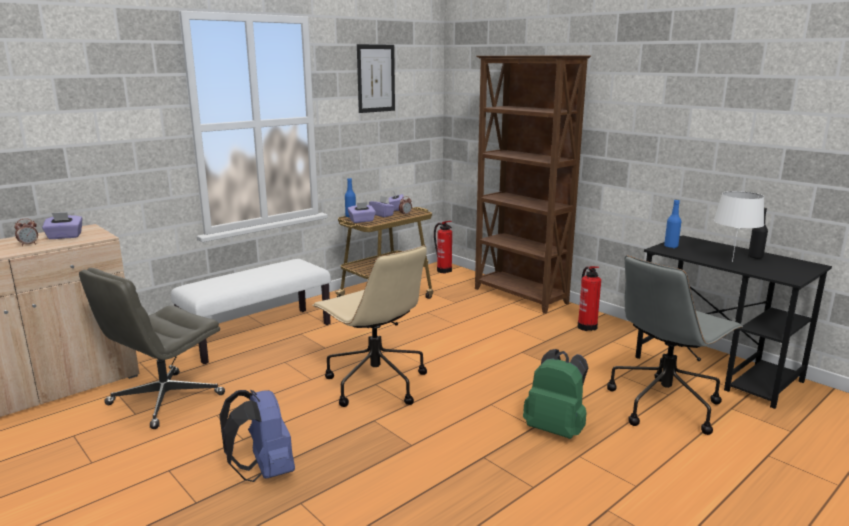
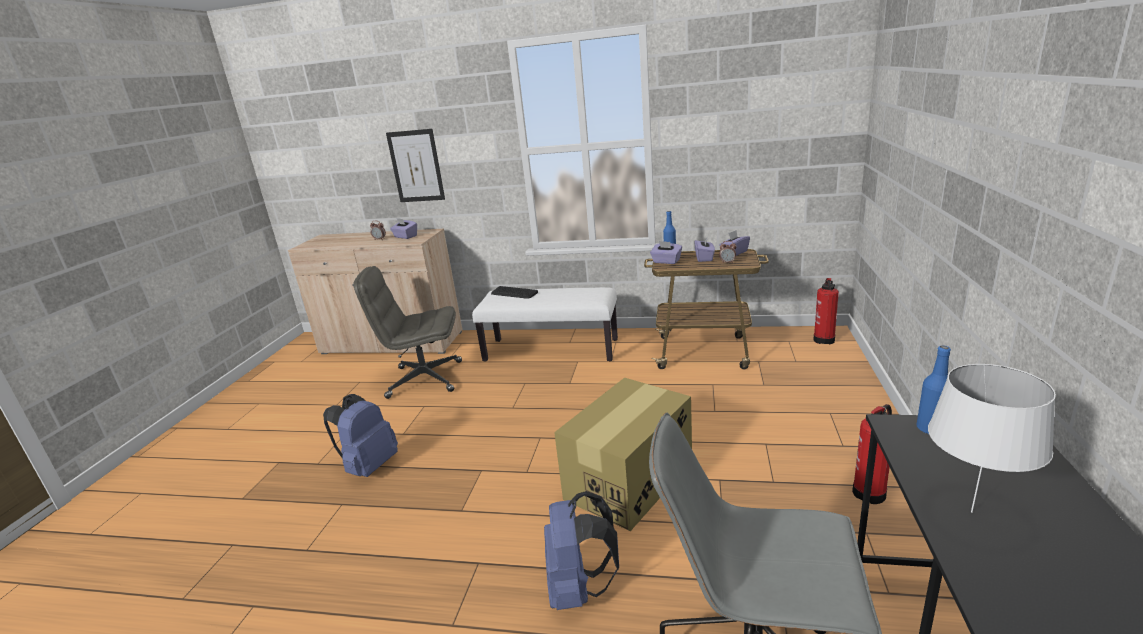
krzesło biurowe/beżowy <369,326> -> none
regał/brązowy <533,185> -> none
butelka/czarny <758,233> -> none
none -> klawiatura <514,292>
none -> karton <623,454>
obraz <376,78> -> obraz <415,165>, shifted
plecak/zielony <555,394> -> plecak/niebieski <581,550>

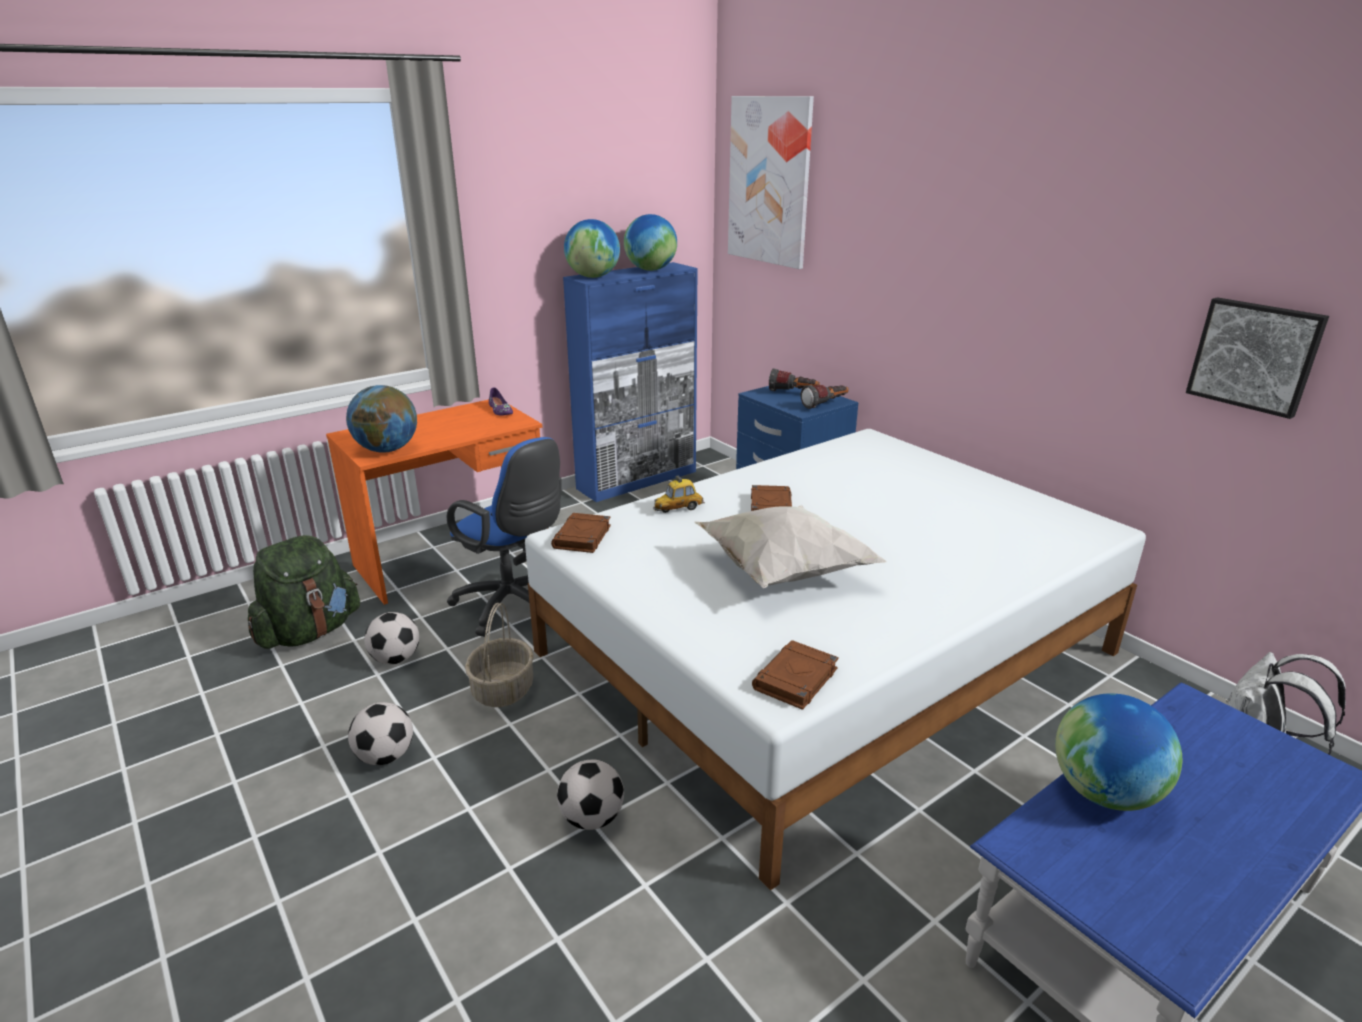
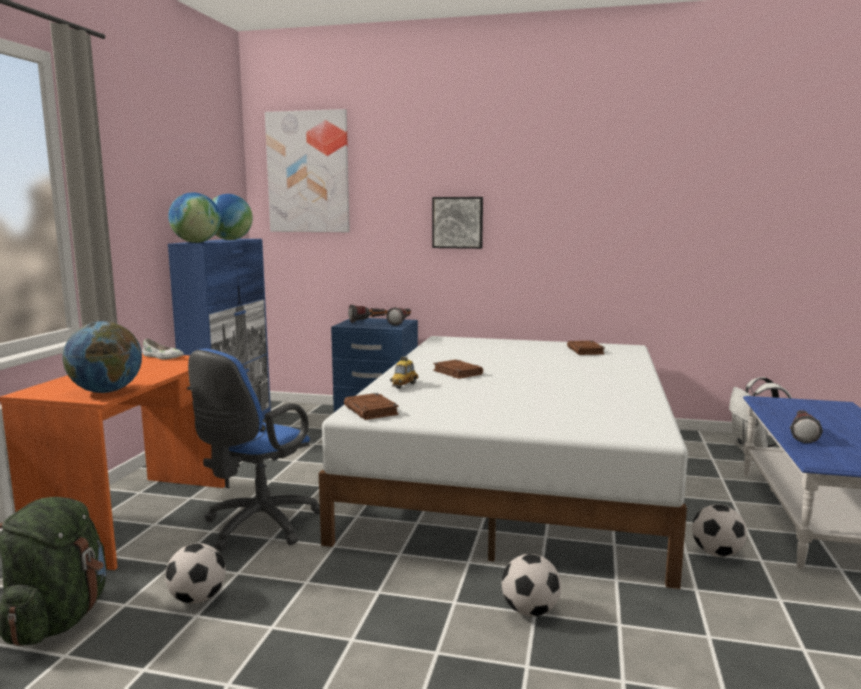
koszyk <499,655> -> none
poduszka/biały <790,546> -> none
piłka futbolowa <380,733> -> piłka futbolowa <719,531>, shifted
książka/brązowy <795,675> -> książka/brązowy <586,348>, shifted
obraz <1257,358> -> obraz <457,223>, shifted
globus <1118,752> -> latarka <806,426>
but/fioletowy <501,402> -> but/biały <163,348>
krzesło biurowe/niebieski <504,537> -> krzesło biurowe/niebieski <254,450>, 120 degrees clockwise

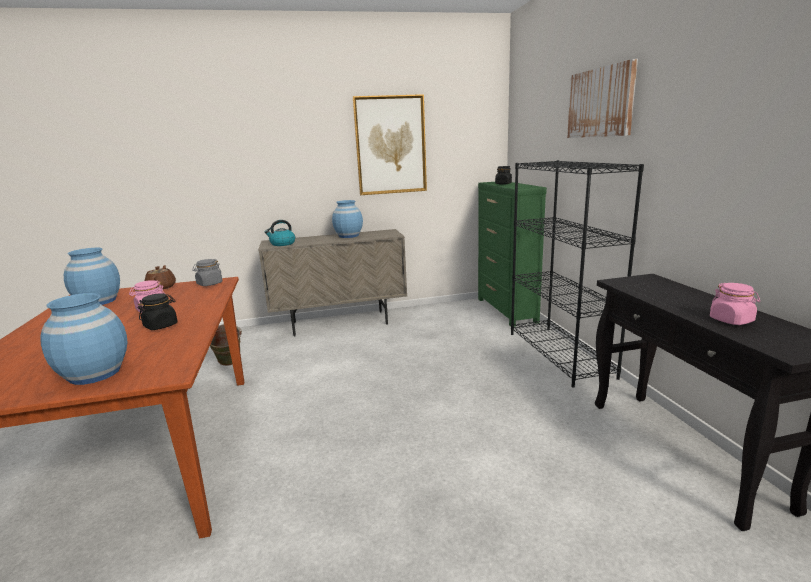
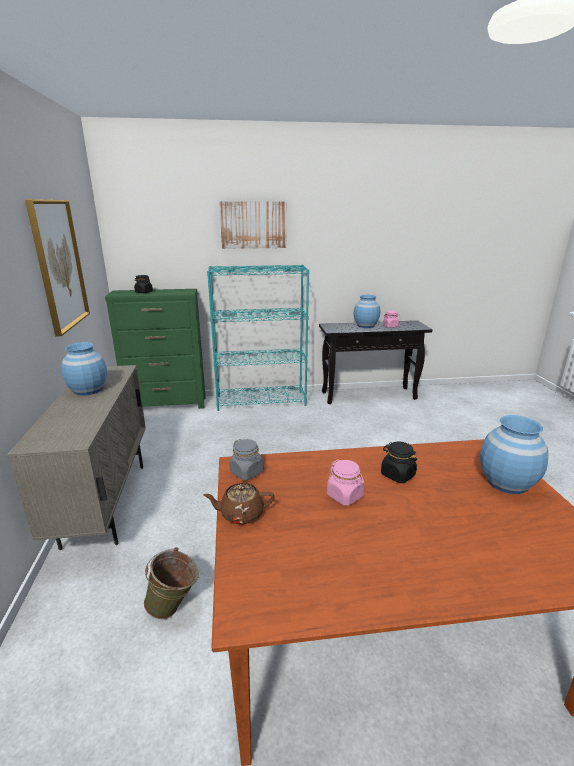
czajnik <280,233> -> none
wazon/niebieski <92,276> -> wazon/niebieski <367,311>, shifted
regał/czarny <577,274> -> regał/turkusowy <258,337>

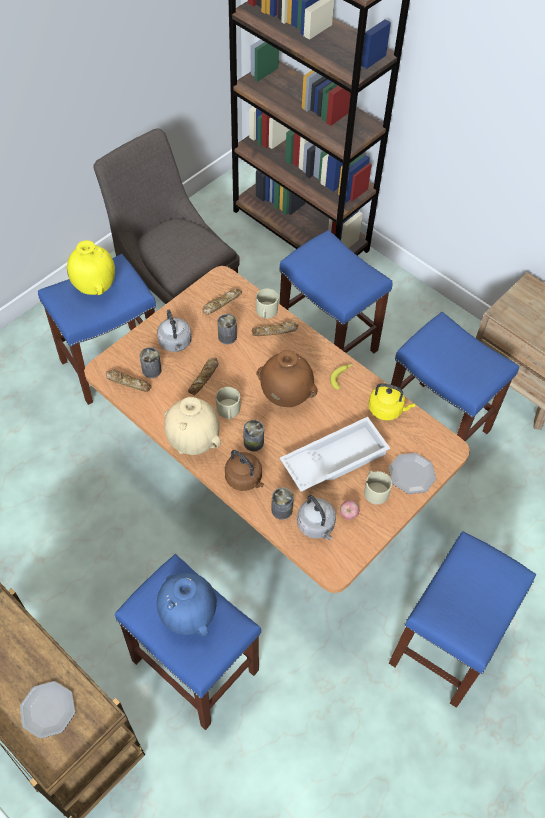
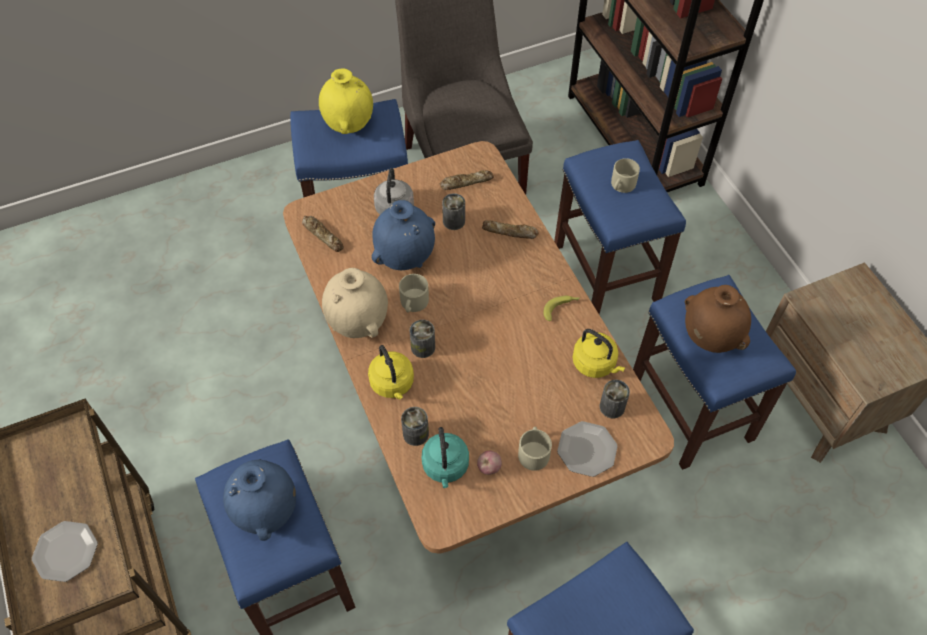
taca/biały <335,454> -> none
puszka <150,362> -> puszka <615,399>, shifted
kubek/beżowy <267,303> -> kubek/beżowy <625,175>, shifted
wazon/brązowy <287,378> -> wazon/brązowy <718,319>, shifted
chleb <203,376> -> wazon/niebieski <403,235>
czajnik/brązowy <244,470> -> czajnik/żółty <391,372>
czajnik/szary <316,517> -> czajnik/turkusowy <445,457>

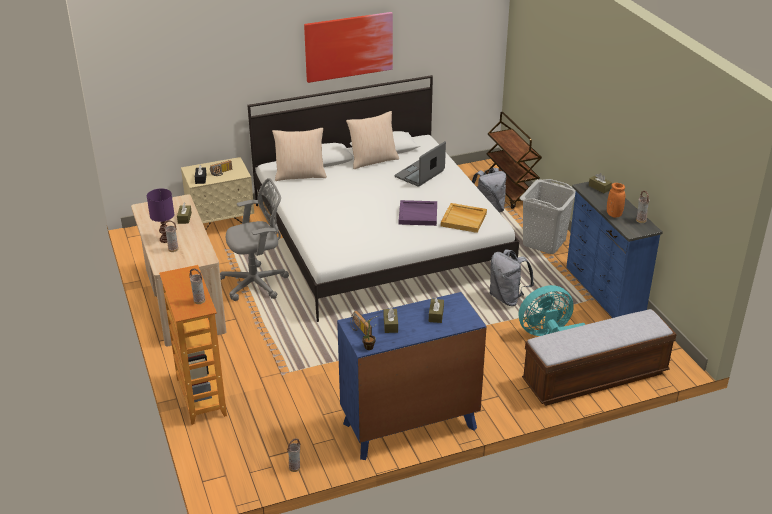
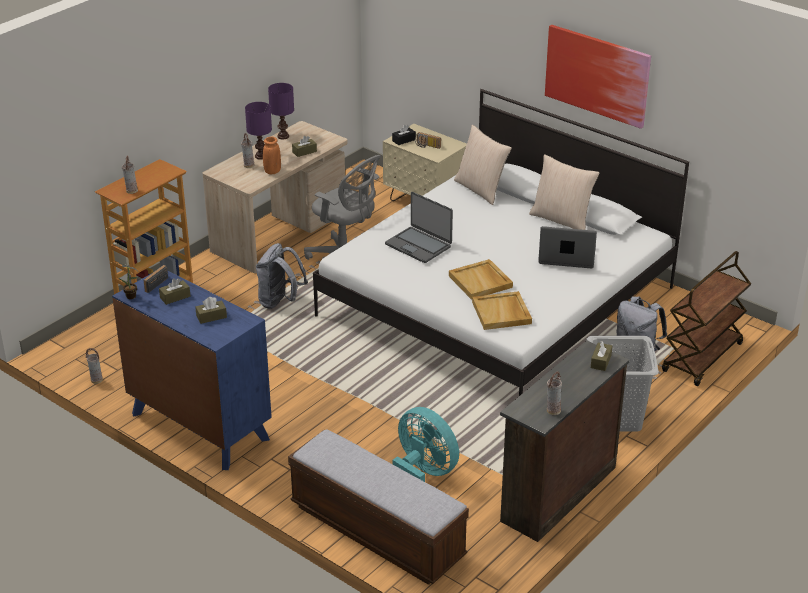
none -> lampa stołowa/fioletowy <281,111>
none -> laptop <419,227>
plecak/szary <511,277> -> plecak/szary <282,276>, shifted
wazon/pomarańczowy <616,200> -> wazon/pomarańczowy <272,155>, shifted
taca/fioletowy <418,213> -> taca/beżowy <481,279>
komoda/niebieski <614,250> -> komoda/brązowy <565,441>

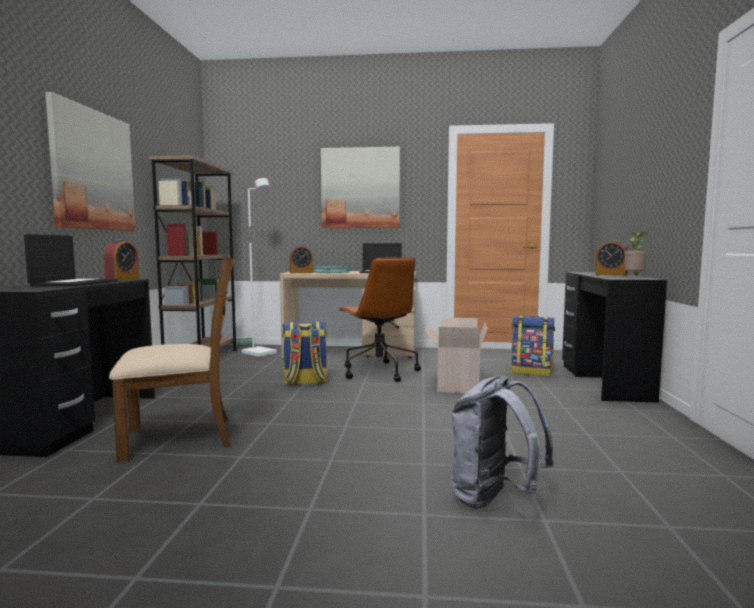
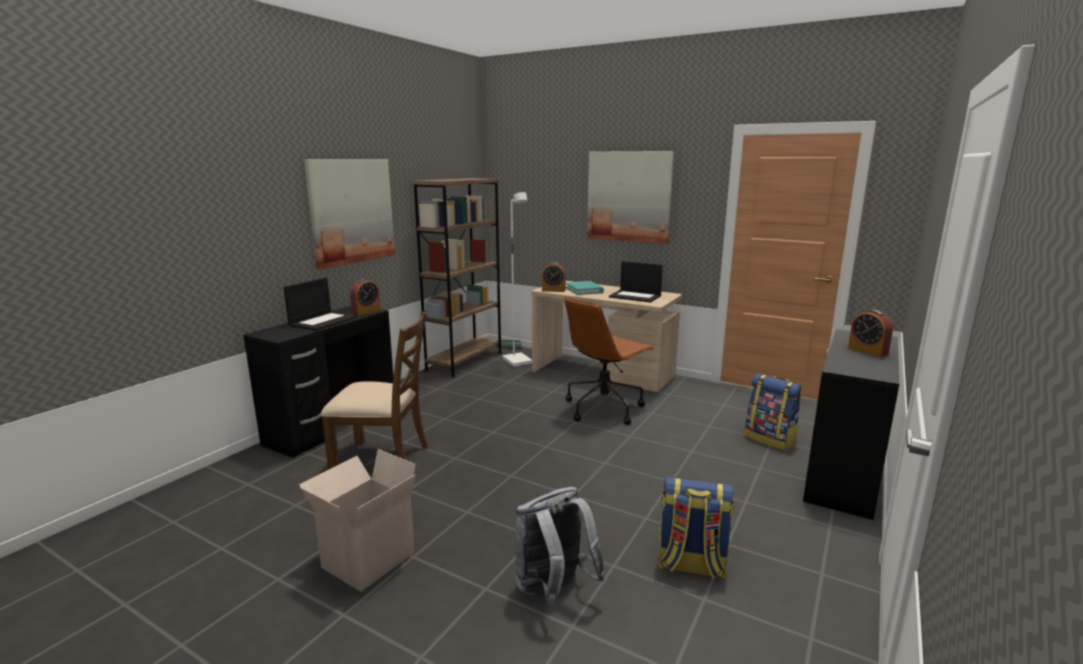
roślina doniczkowa <636,254> -> none
plecak <305,353> -> plecak <696,528>, shifted
karton <456,355> -> karton <357,520>, shifted
krzesło biurowe/brązowy <379,319> -> krzesło biurowe/brązowy <609,361>, 45 degrees clockwise

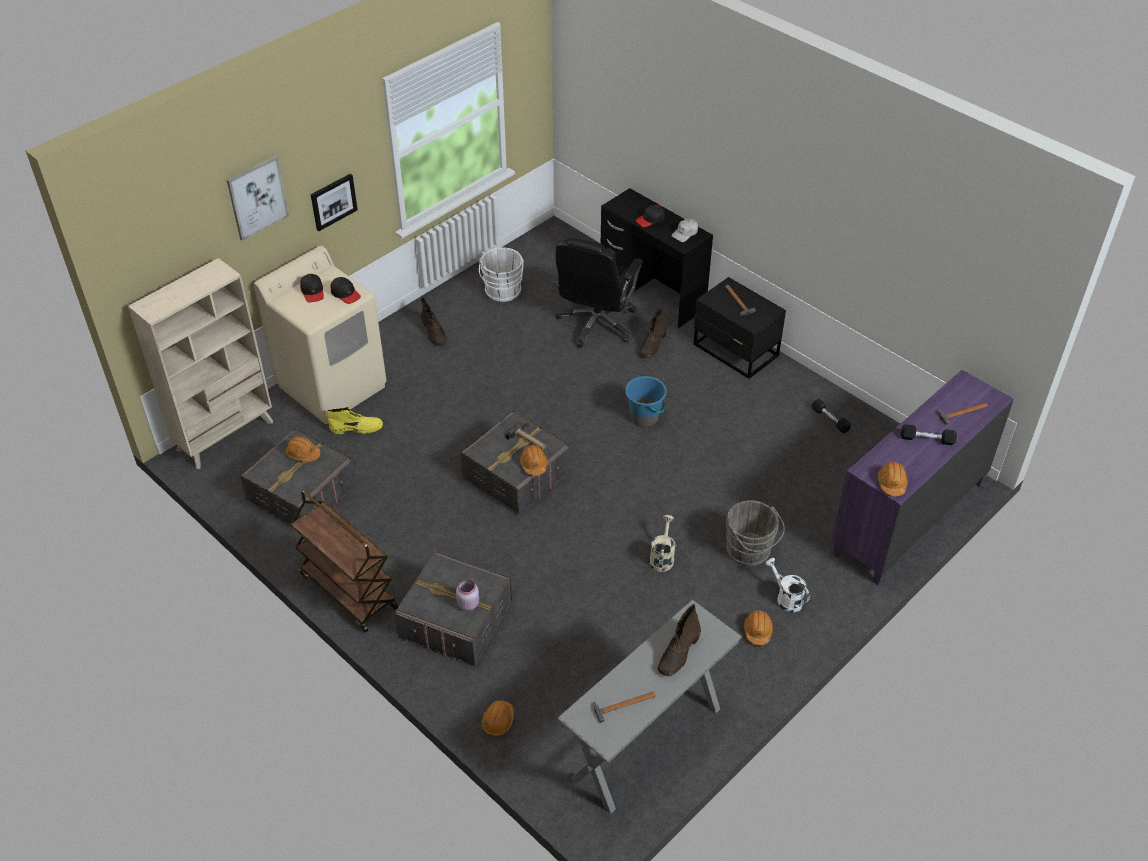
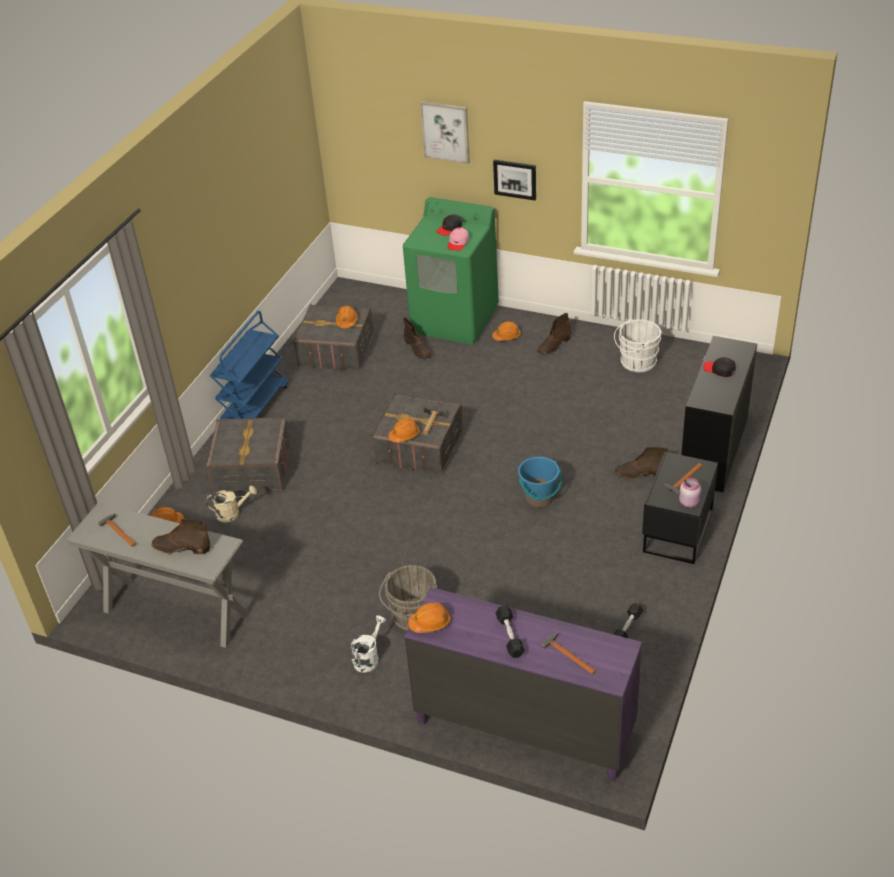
regał/beżowy <200,363> -> none
krzesło biurowe/czarny <599,292> -> none
czapka z daszkiem/biały <684,230> -> none
słoik/różowy <467,595> -> słoik/różowy <690,493>, shifted
konewka/beżowy <662,543> -> konewka/beżowy <231,504>, shifted
kask/pomarańczowy <758,628> -> kask/pomarańczowy <506,331>, shifted
pralka/beżowy <320,335> -> pralka/zielony <451,271>
wózek/brązowy <344,561> -> wózek/niebieski <249,365>
but z cholewką/żółty <355,420> -> but z cholewką/brązowy <417,338>
czapka z daszkiem/czarny <345,290> -> czapka z daszkiem/różowy <458,239>

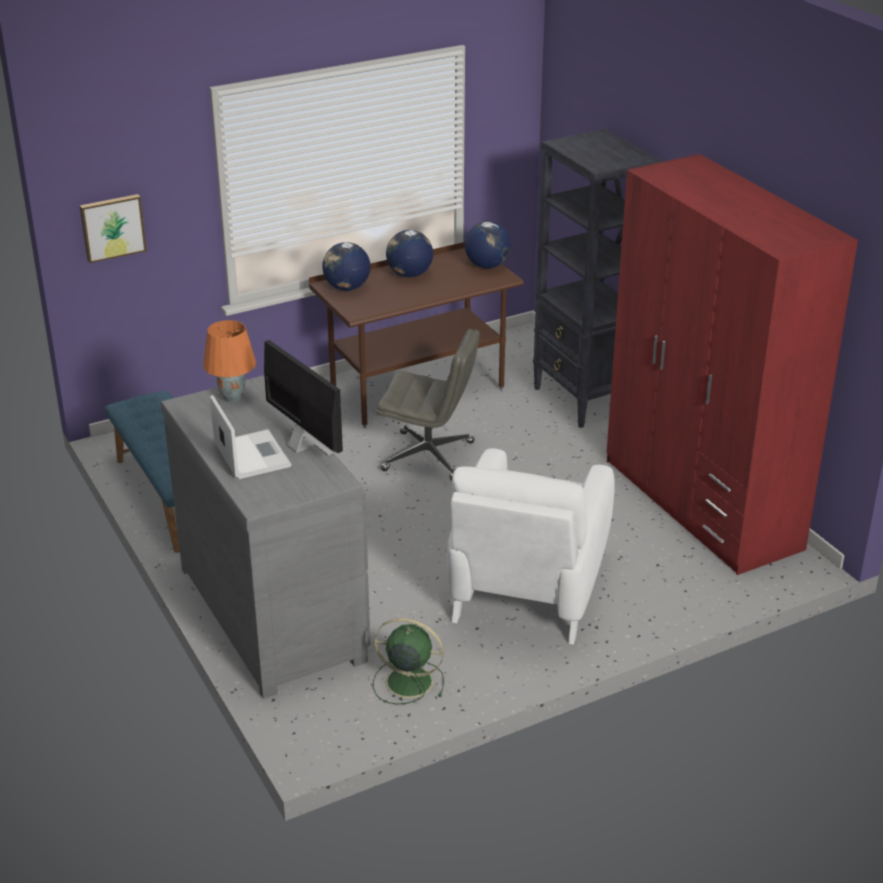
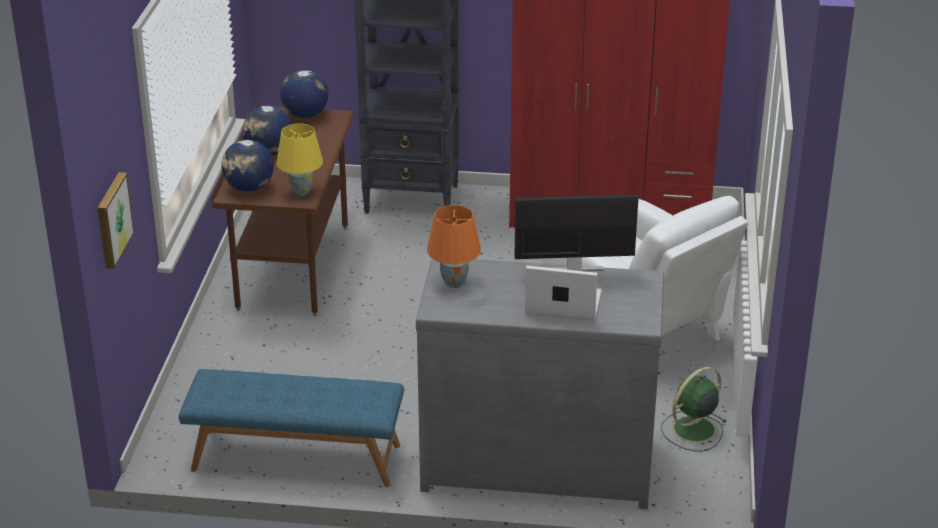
krzesło biurowe/szary <428,405> -> none
none -> lampa stołowa/żółty <299,160>

